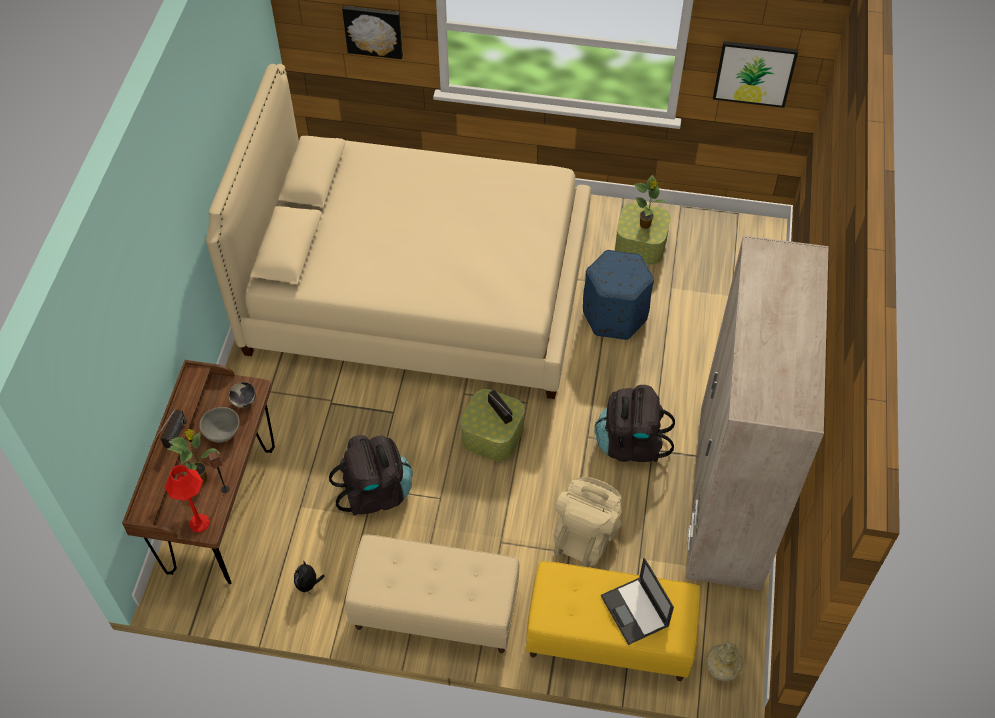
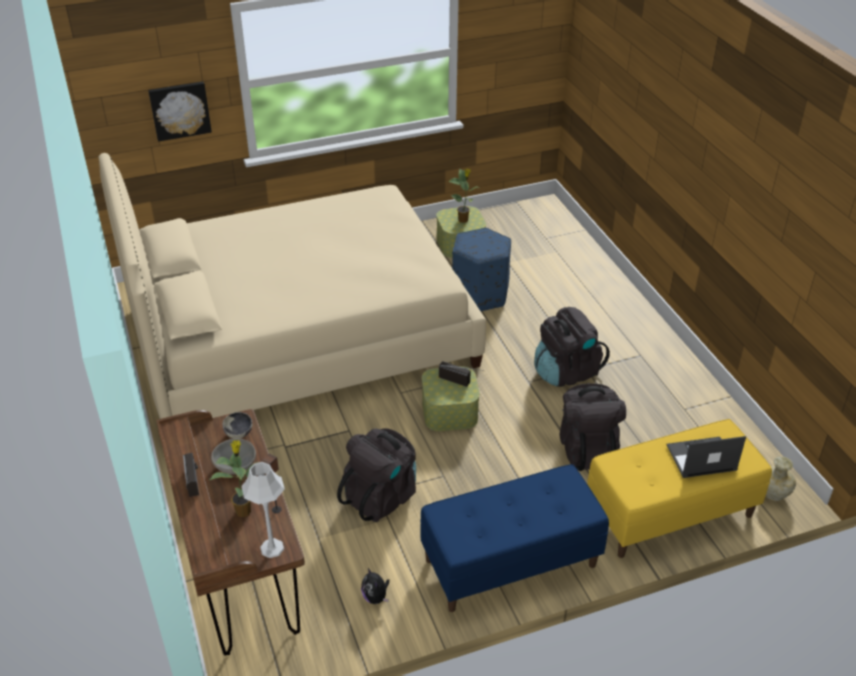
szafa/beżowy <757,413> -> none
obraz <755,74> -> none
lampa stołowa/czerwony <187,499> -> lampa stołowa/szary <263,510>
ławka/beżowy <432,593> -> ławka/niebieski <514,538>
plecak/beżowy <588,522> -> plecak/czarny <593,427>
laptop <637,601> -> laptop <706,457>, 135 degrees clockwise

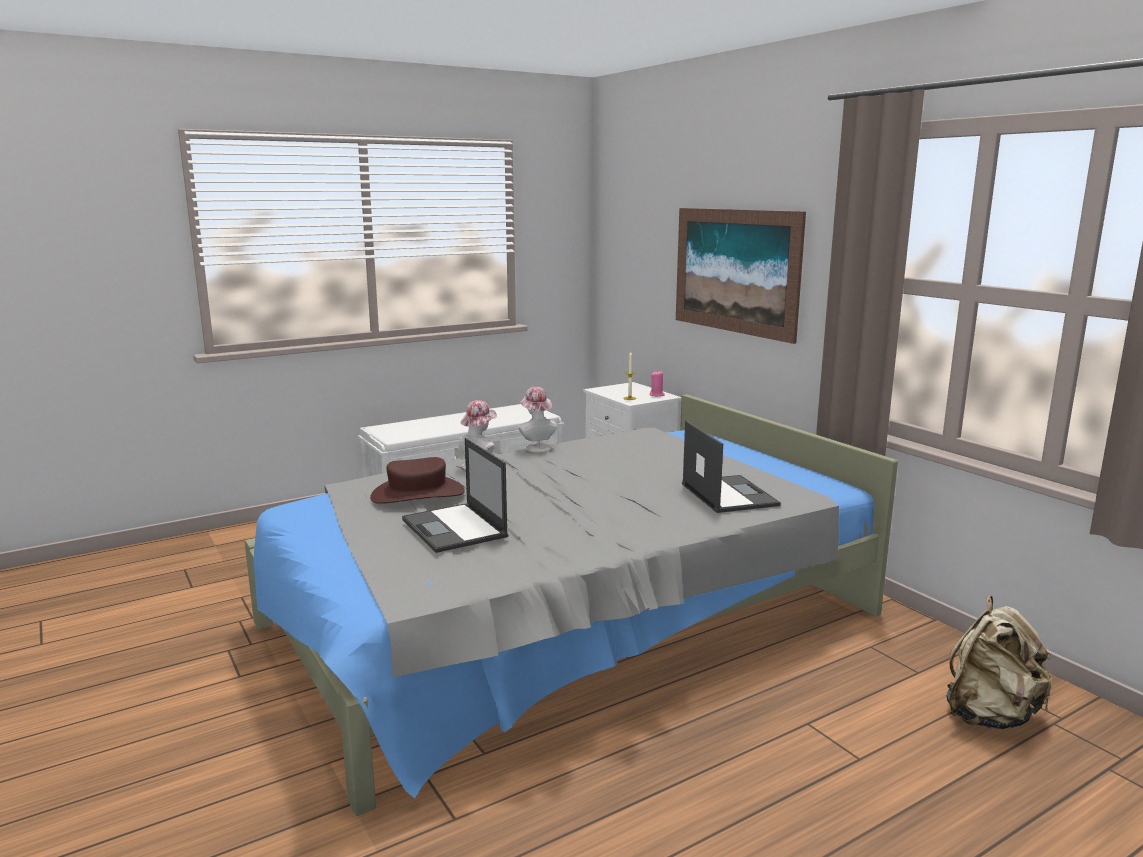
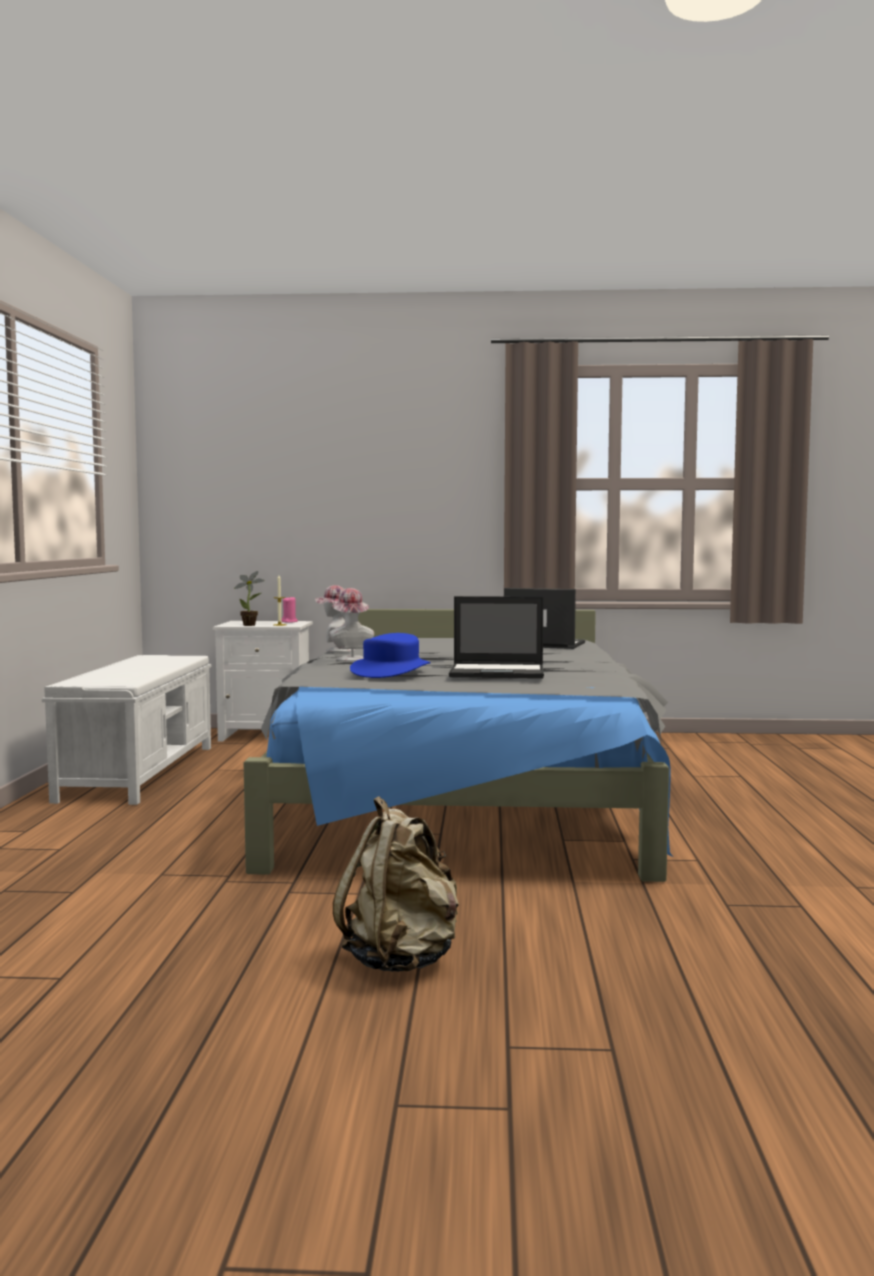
obraz <741,276> -> none
none -> roślina doniczkowa <249,598>
plecak/beżowy <999,662> -> plecak/beżowy <396,884>, shifted
kapelusz/brązowy <417,480> -> kapelusz/niebieski <390,655>

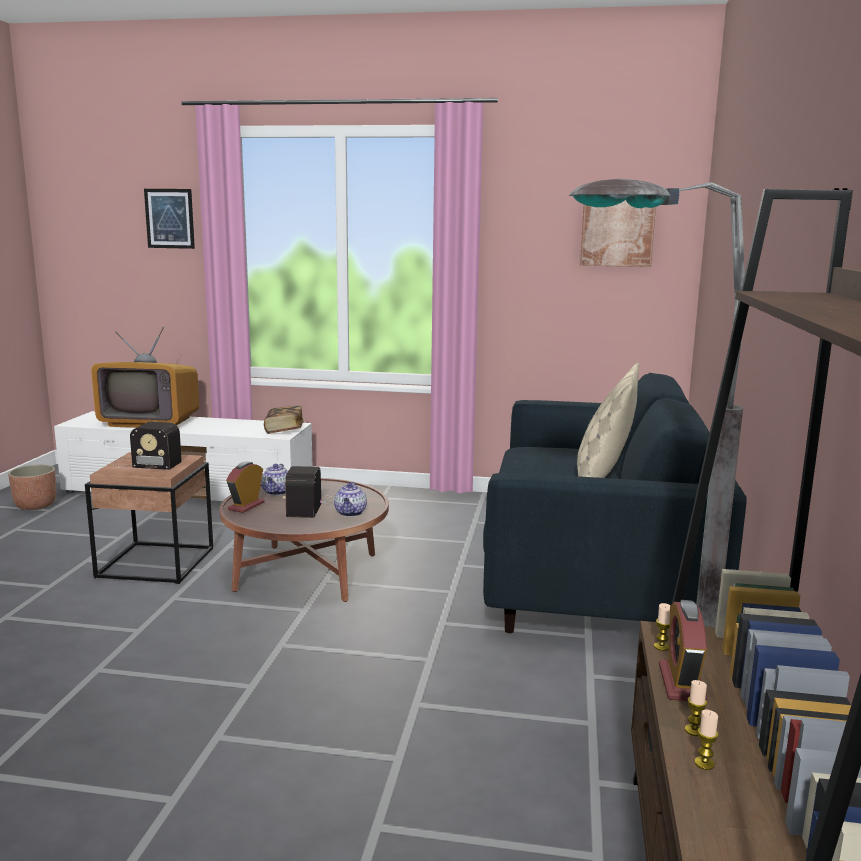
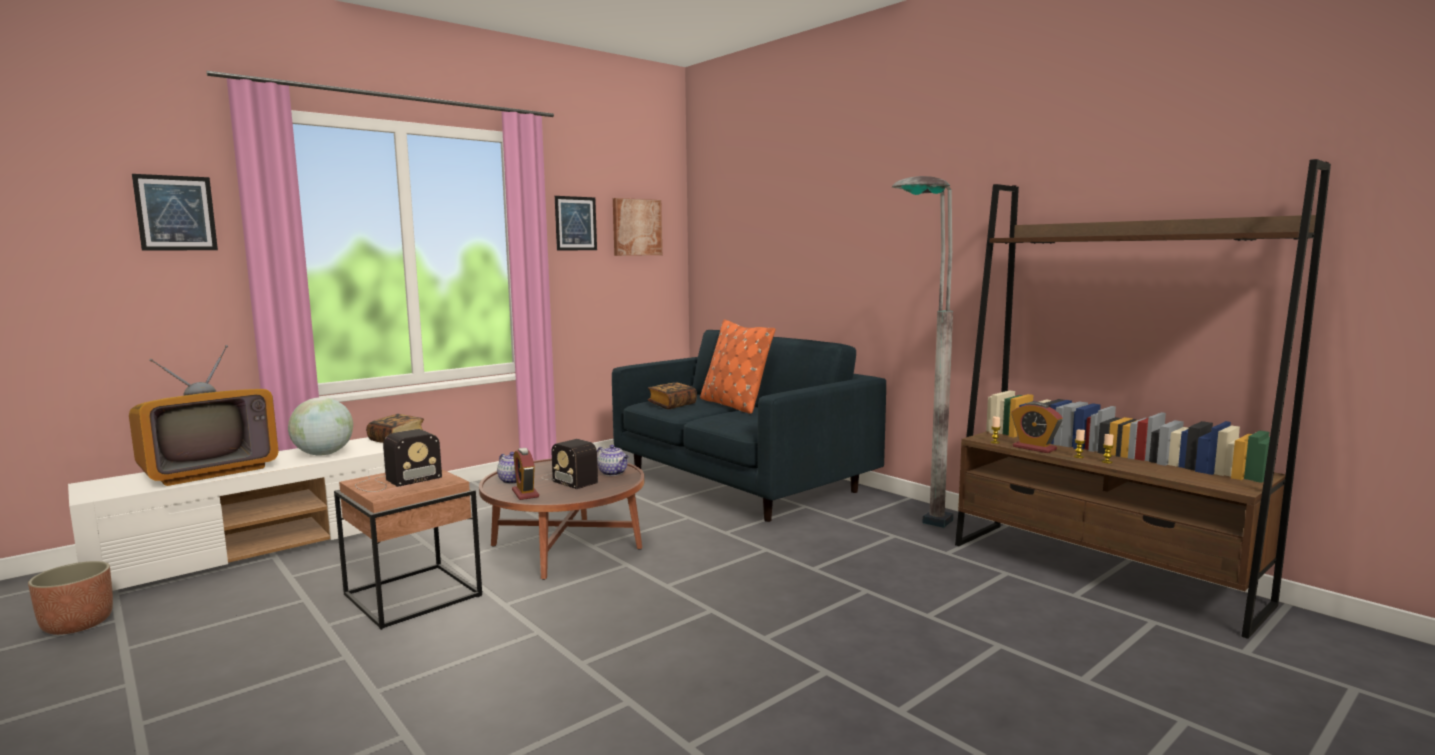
none -> globus <320,426>
none -> obraz <576,223>
none -> książka <672,395>
poduszka/beżowy <608,420> -> poduszka/pomarańczowy <737,366>

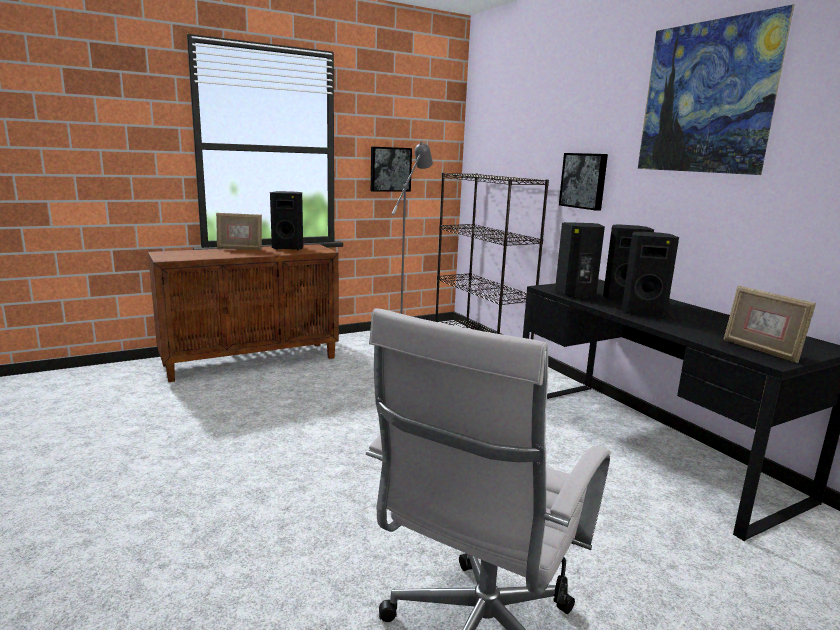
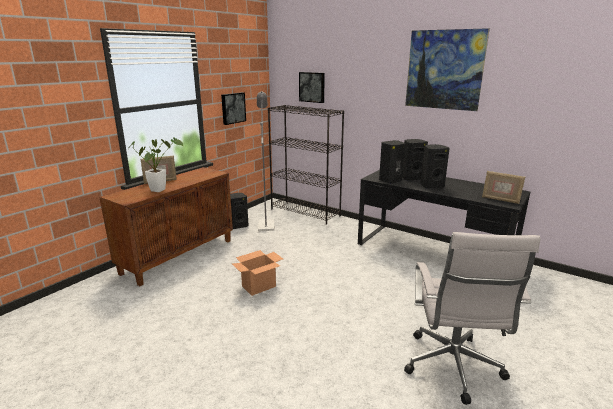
none -> roślina doniczkowa <156,164>
none -> karton <257,273>
głośnik/czarny <286,220> -> głośnik/czarny <239,211>, shifted
obraz <583,182> -> obraz <312,87>, shifted

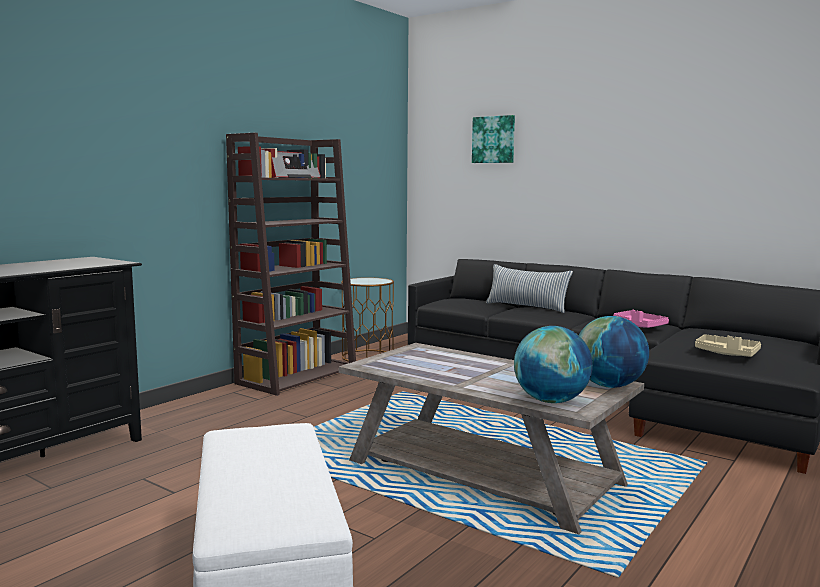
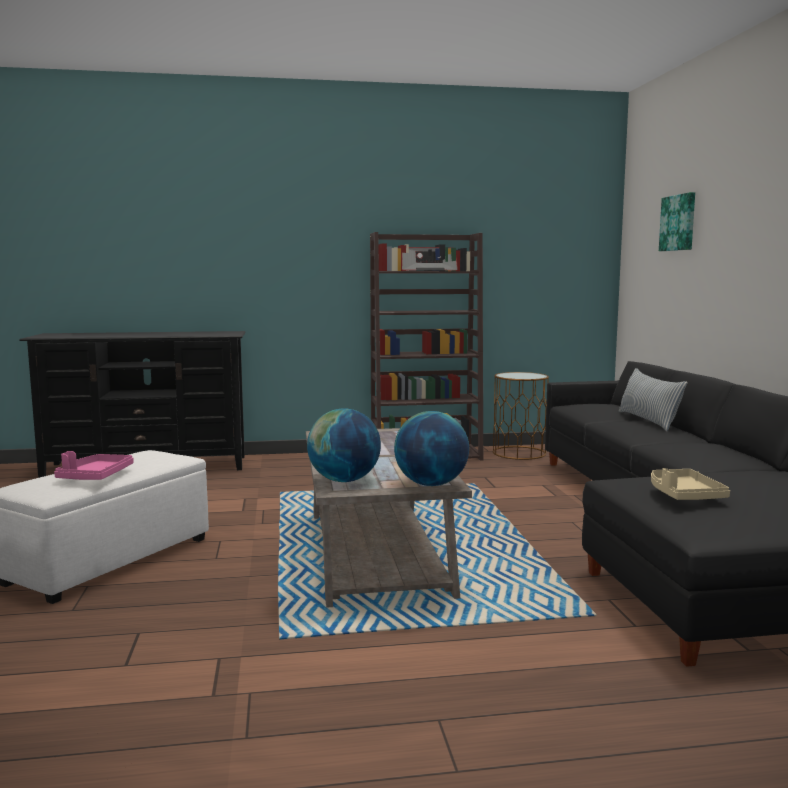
taca/różowy <641,319> -> taca/różowy <93,465>, shifted

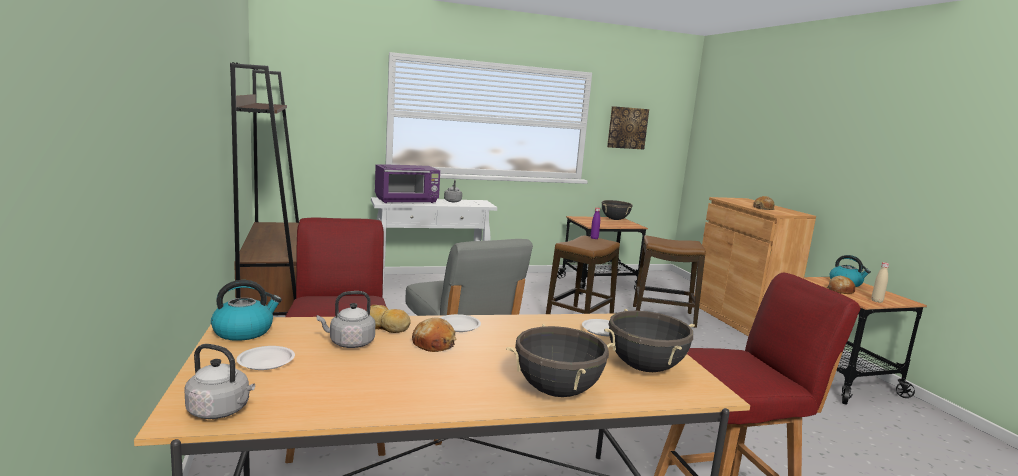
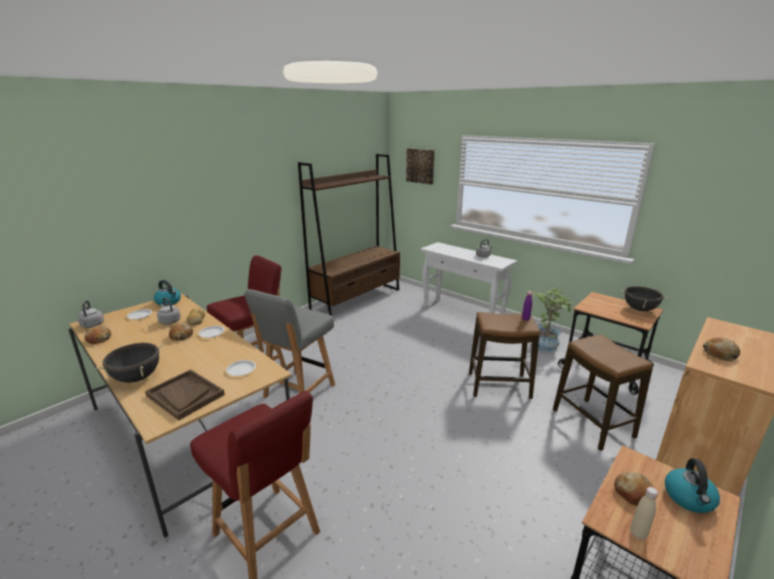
mikrofalówka/fioletowy <407,183> -> none
none -> chleb <97,335>
none -> roślina doniczkowa <552,320>
obraz <628,127> -> obraz <420,166>, shifted
garnek/czarny <649,340> -> taca/brązowy <185,394>

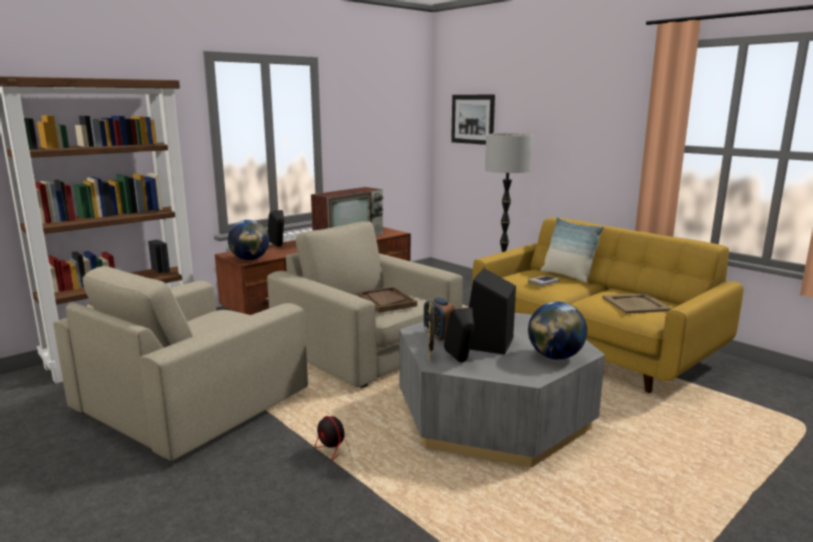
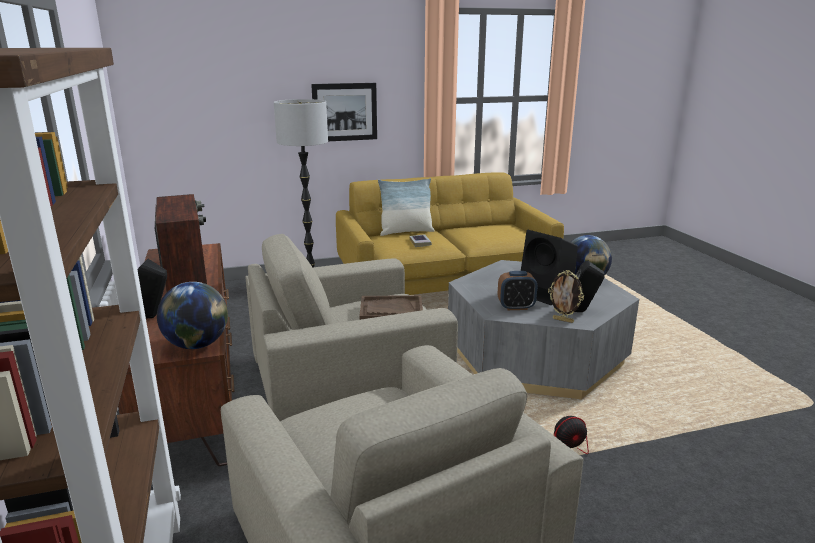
taca/beżowy <637,303> -> none
obraz <473,119> -> obraz <344,112>, shifted

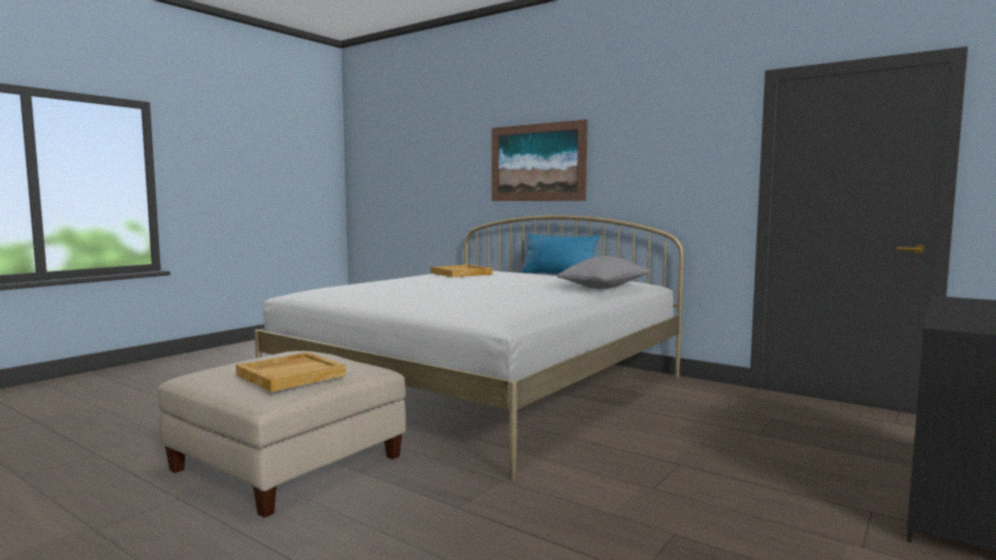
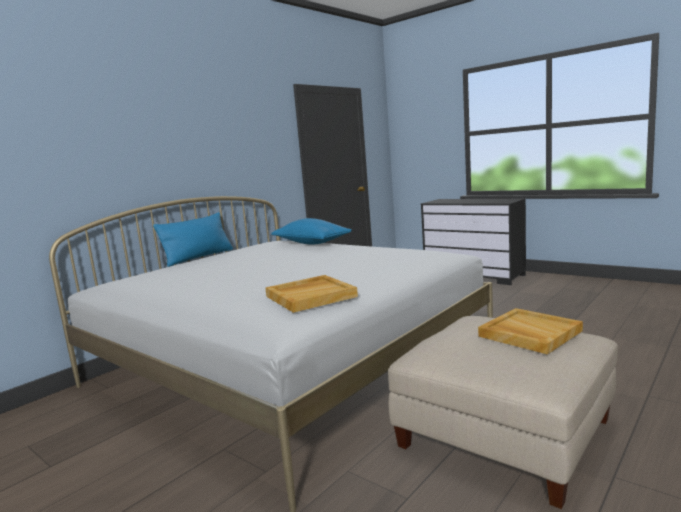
obraz <540,160> -> none
taca/beżowy <461,271> -> taca/beżowy <312,294>, shifted
poduszka/szary <604,272> -> poduszka/niebieski <311,231>

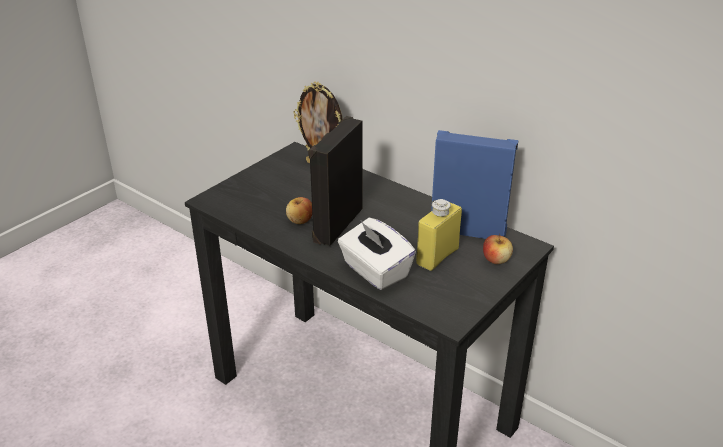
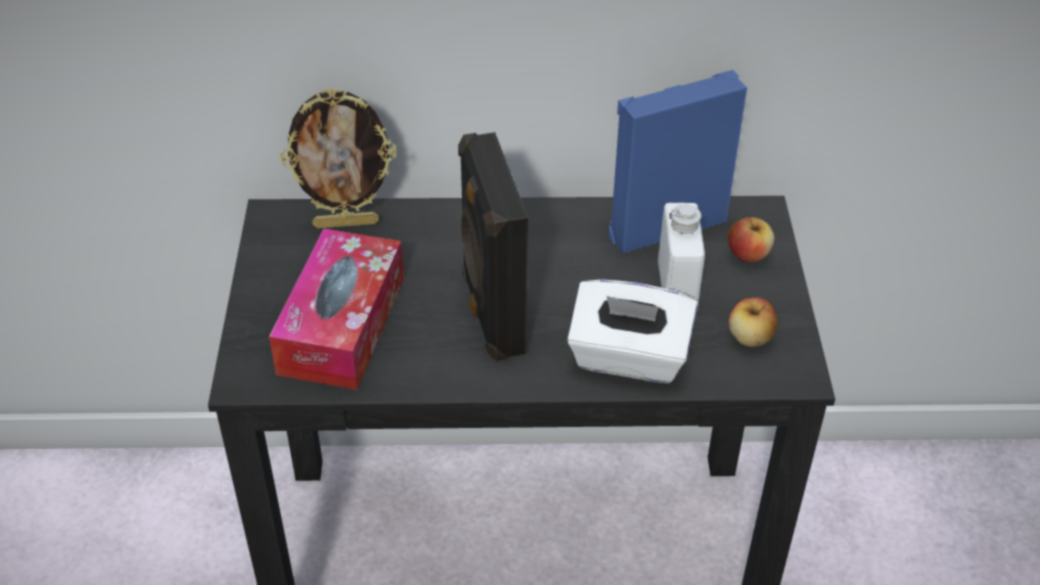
none -> pudełko chusteczek <336,309>
jabłko <299,210> -> jabłko <753,322>, shifted
butelka/żółty <439,235> -> butelka/biały <681,258>

